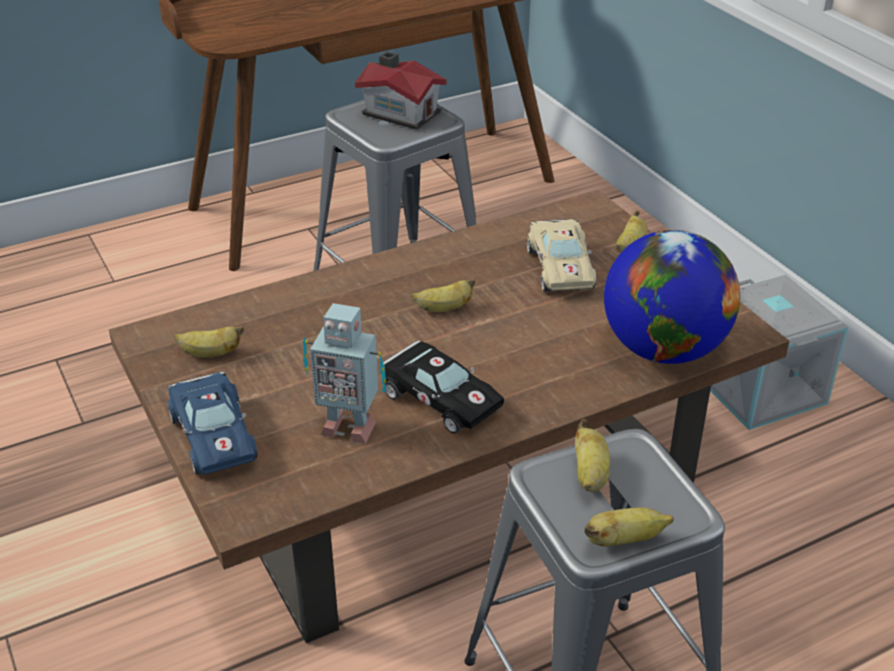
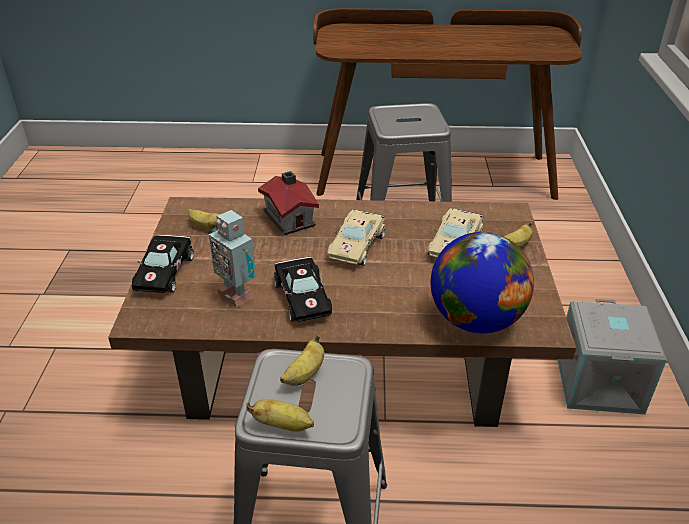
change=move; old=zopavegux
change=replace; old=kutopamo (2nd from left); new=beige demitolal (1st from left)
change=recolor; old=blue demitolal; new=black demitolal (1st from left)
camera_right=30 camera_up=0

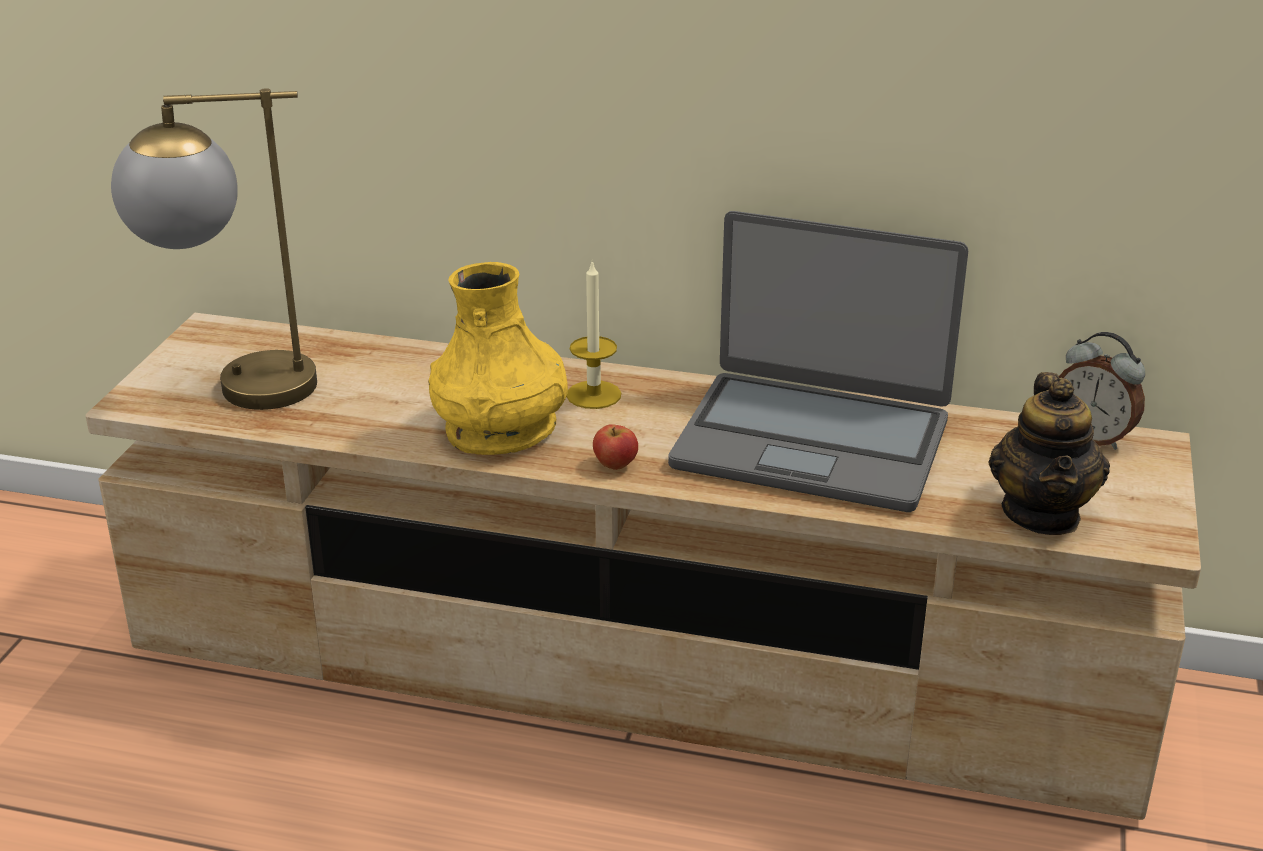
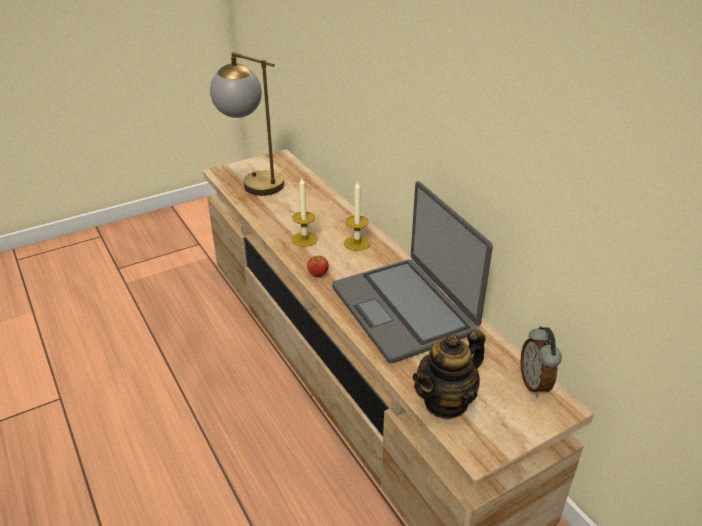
change=replace; old=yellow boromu; new=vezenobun (1st from left)
camera_right=45 camera_up=5

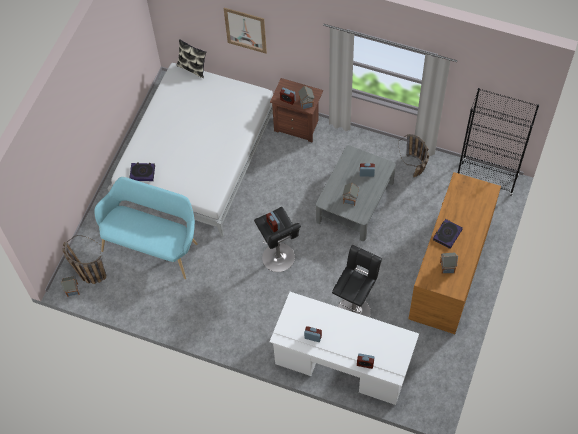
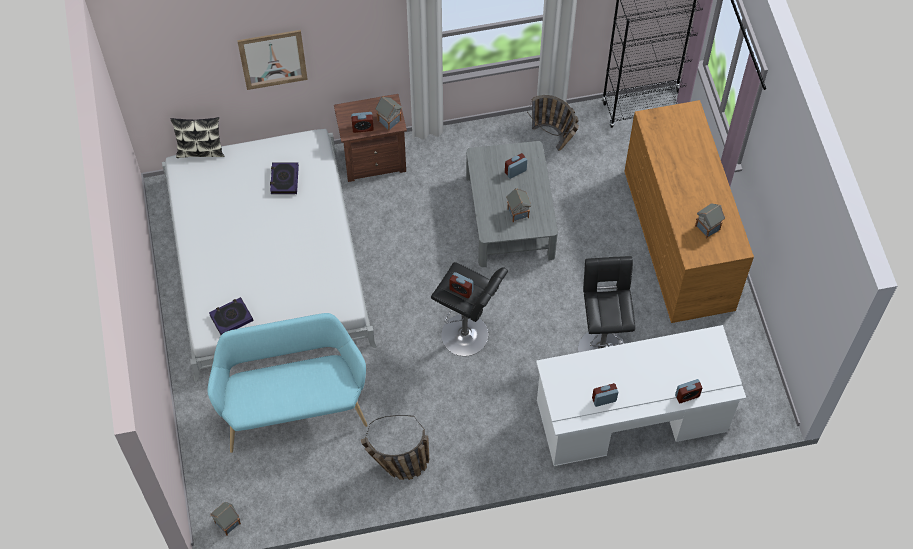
change=move; old=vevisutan (1st from left)
change=move; old=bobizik (2nd from left)
camera_right=-35 camera_up=0

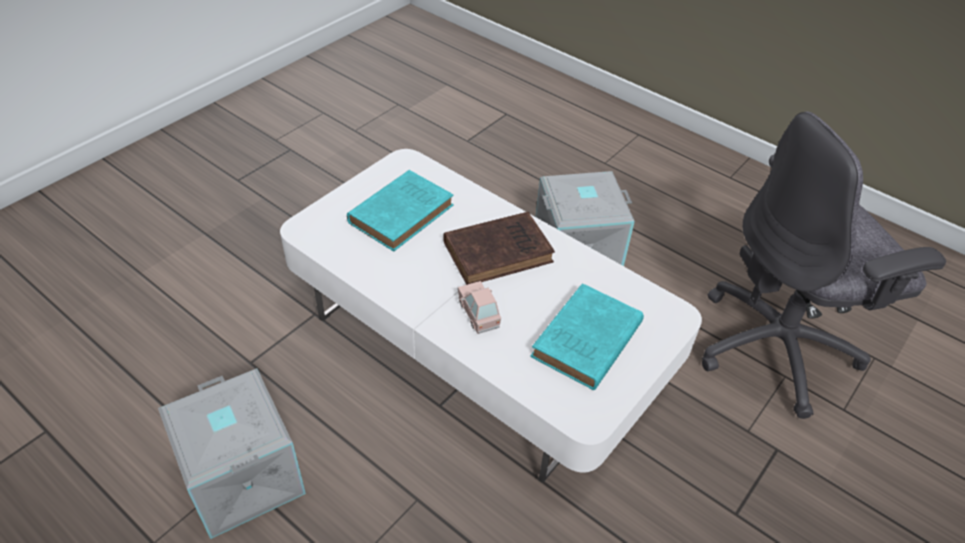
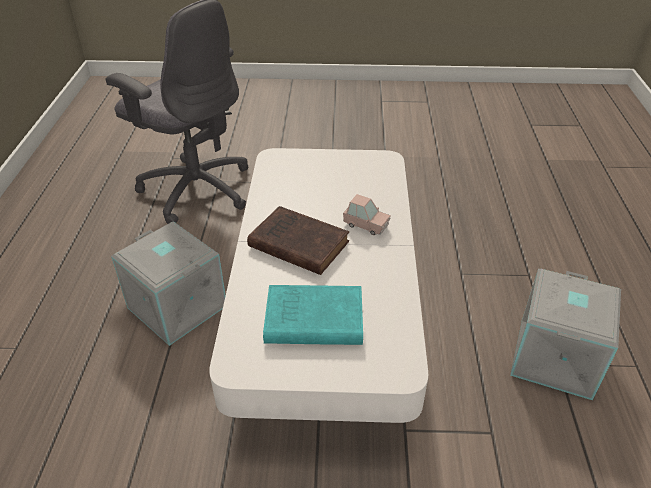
change=delete; old=turquoise bobizik (2nd from left)
change=rotate; old=pink demitolal; degrees=-90
camera_right=-125 camera_up=-5

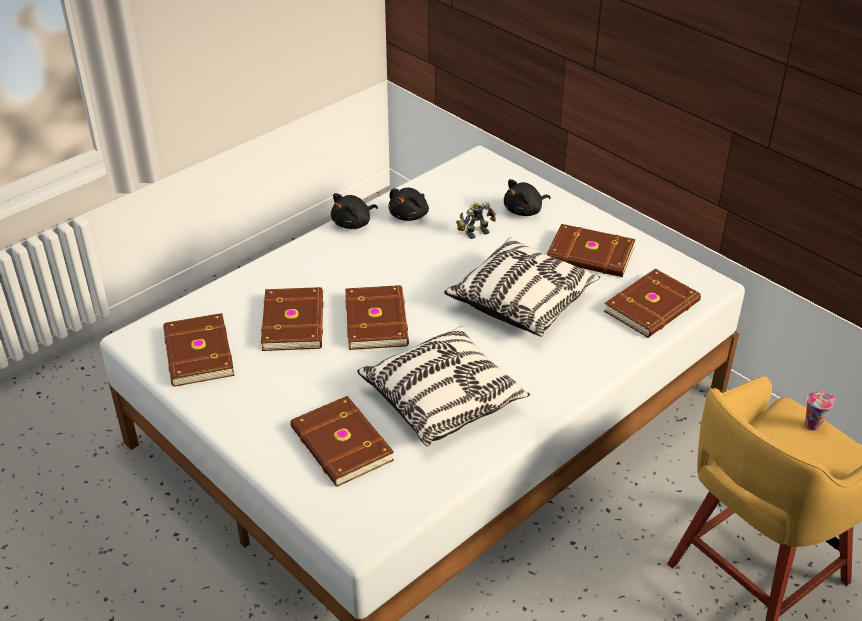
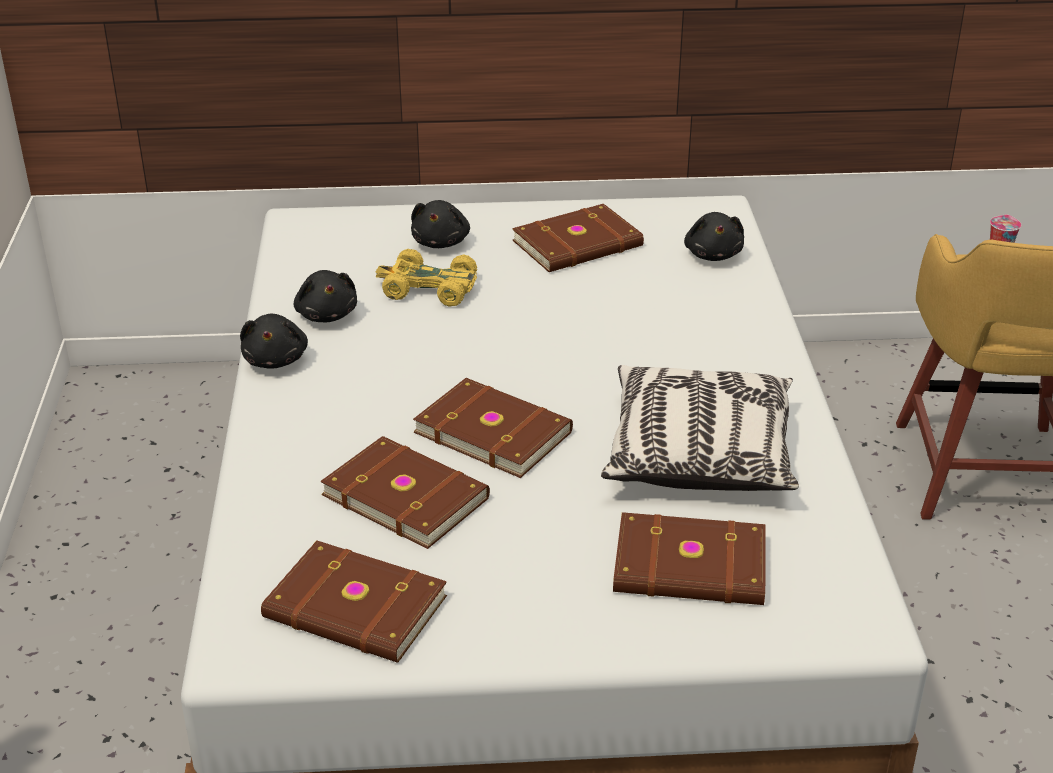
change=delete; old=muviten (2nd from left)
change=replace; old=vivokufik; new=yellow demitolal
change=replace; old=brown bobizik (6th from left); new=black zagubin (4th from left)
camera_right=-50 camera_up=-5

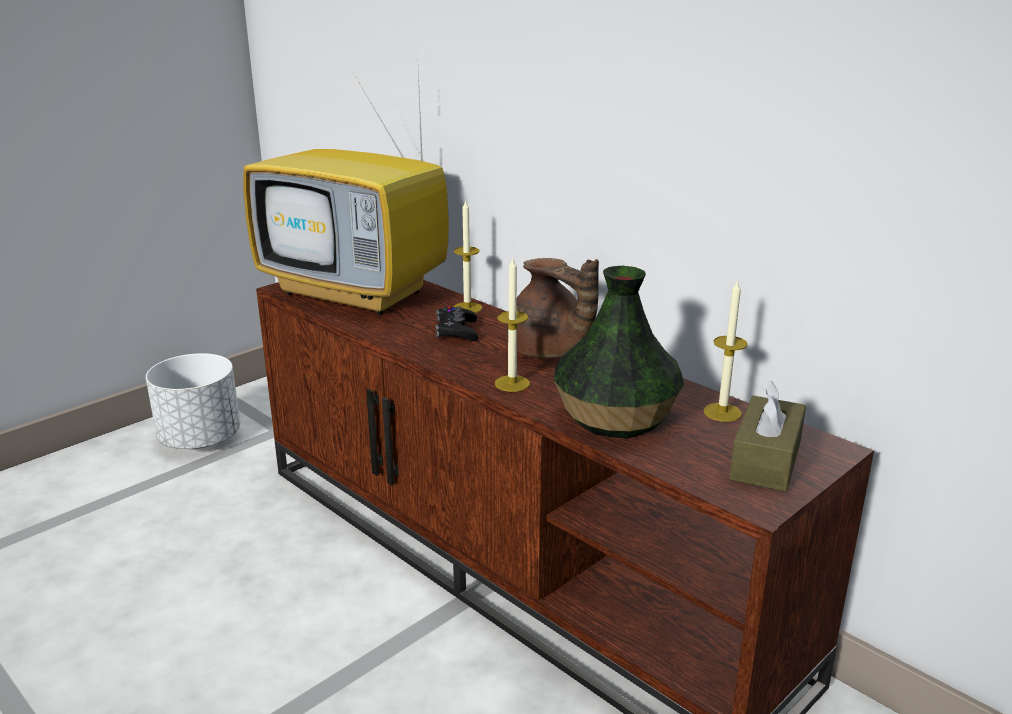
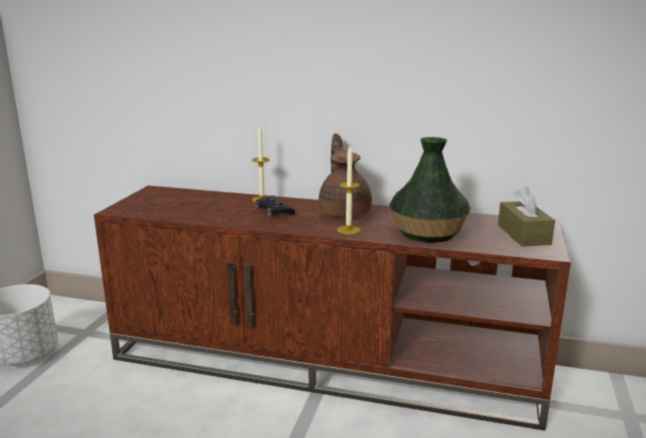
change=delete; old=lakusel
change=delete; old=vezenobun (3rd from left)
change=rotate; old=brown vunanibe; degrees=-120
camera_right=-30 camera_up=-5

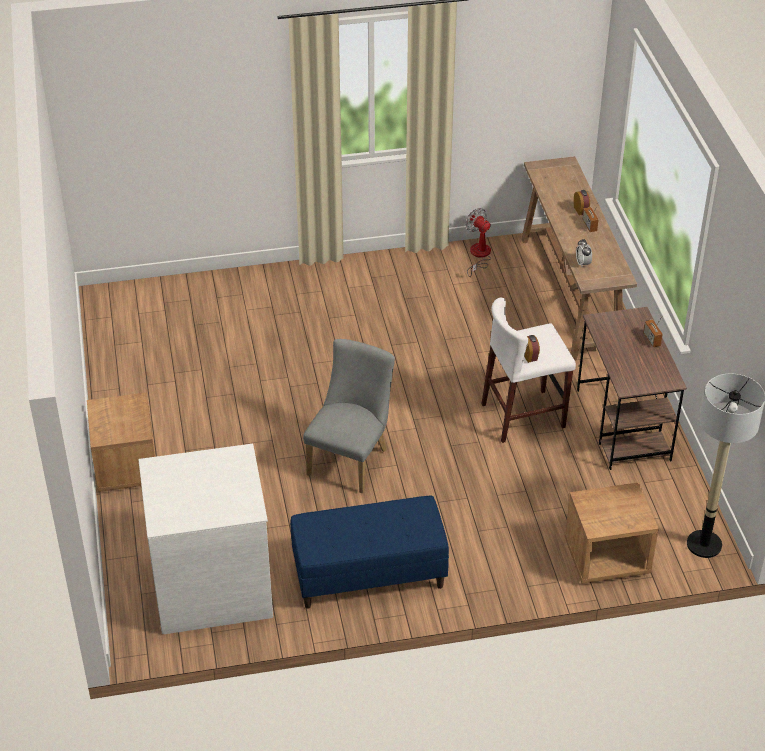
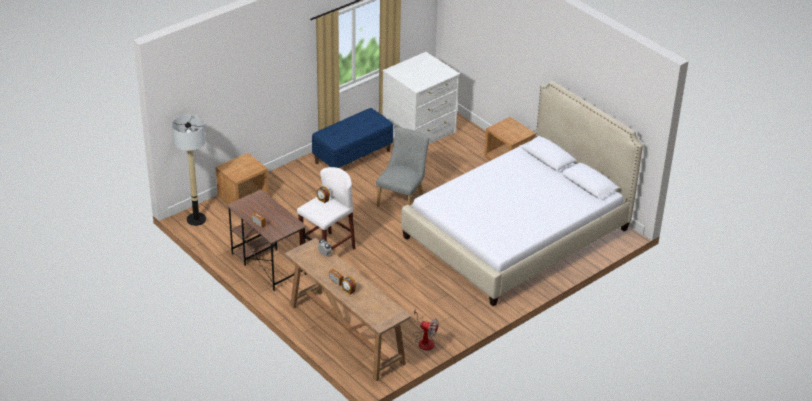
change=insert; new=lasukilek
change=rotate; old=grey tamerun; degrees=-150
camera_right=150 camera_up=-5

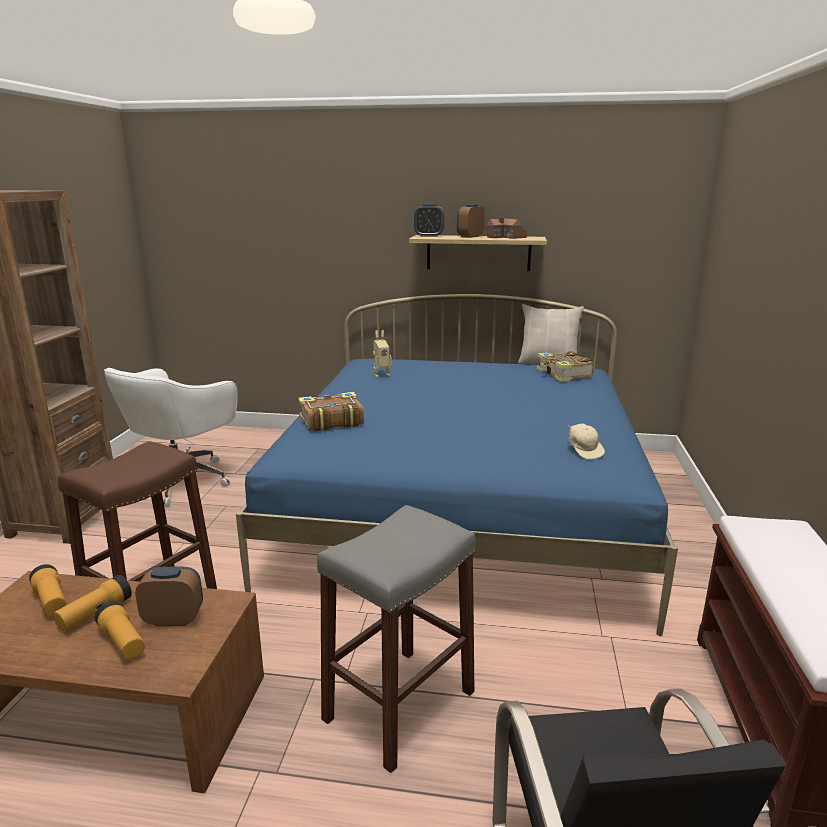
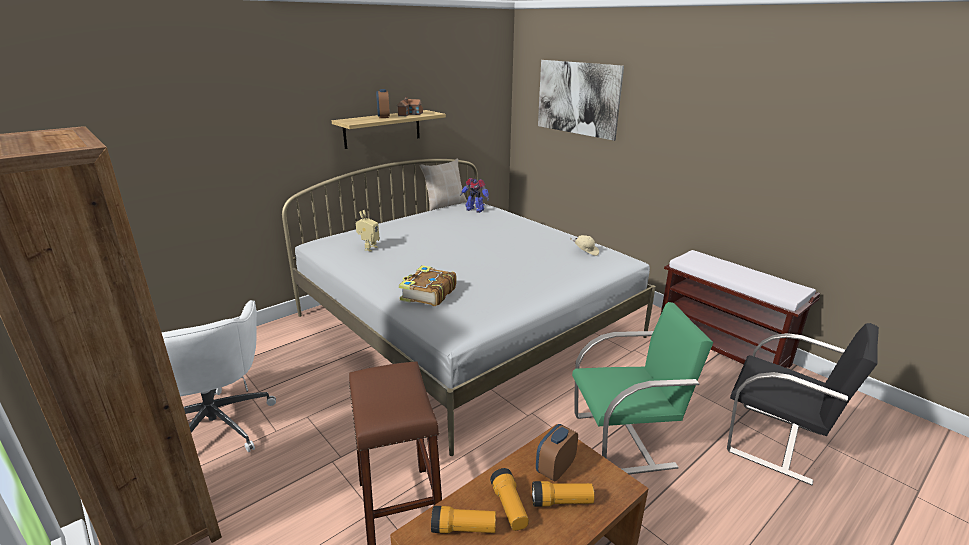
change=delete; old=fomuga (2nd from left)
change=insert; new=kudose
change=replace; old=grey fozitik; new=green tamerun
change=replace; old=bobizik (2nd from left); new=vivokufik (2nd from left)
change=recolor; old=blue lasukilek; new=white lasukilek
camera_right=-50 camera_up=5

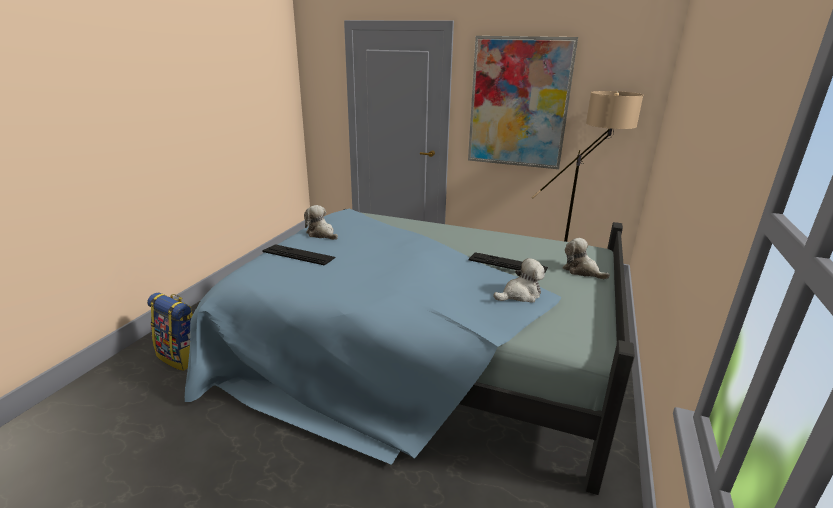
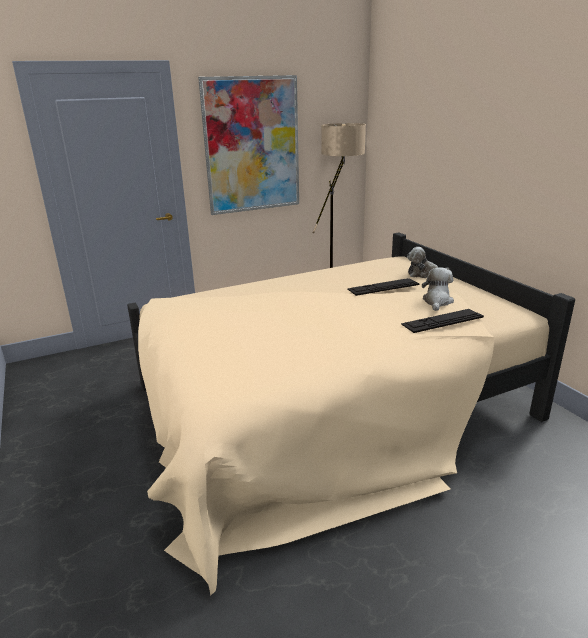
change=delete; old=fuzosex
change=delete; old=zagubin (1st from left)
change=move; old=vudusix (1st from left in the first image); new=vudusix (2nd from left)
change=recolor; old=blue lasukilek; new=beige lasukilek
camera_right=-45 camera_up=0

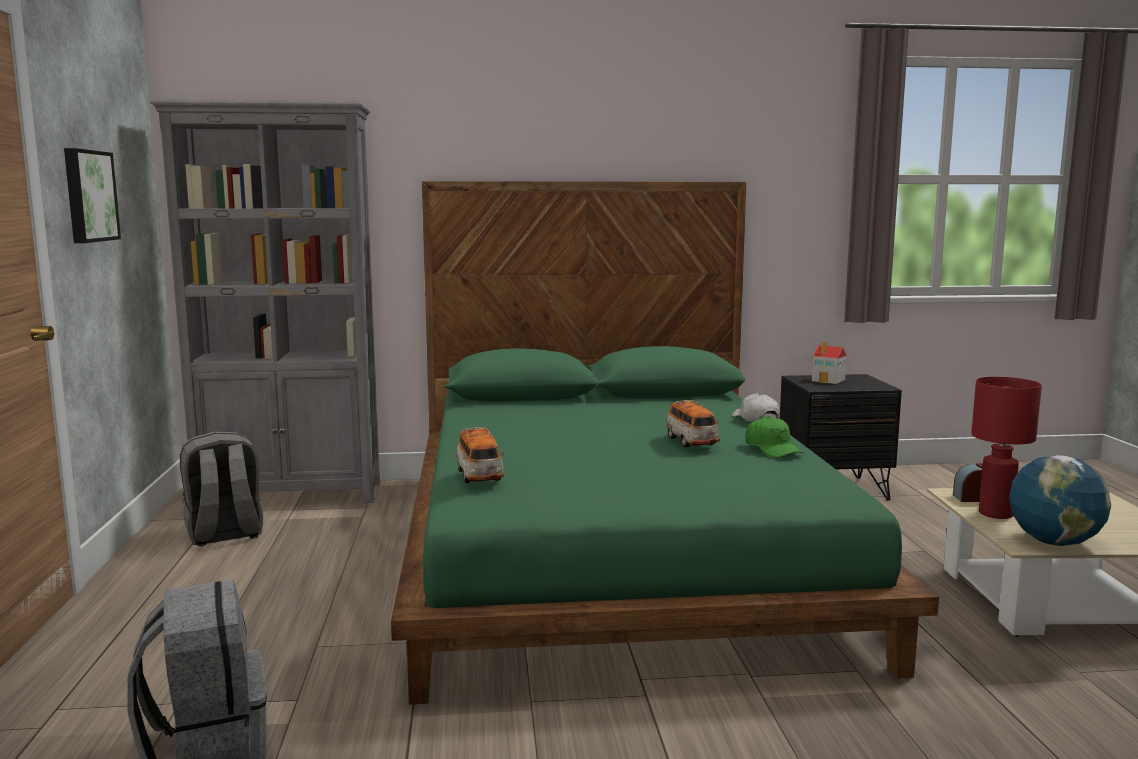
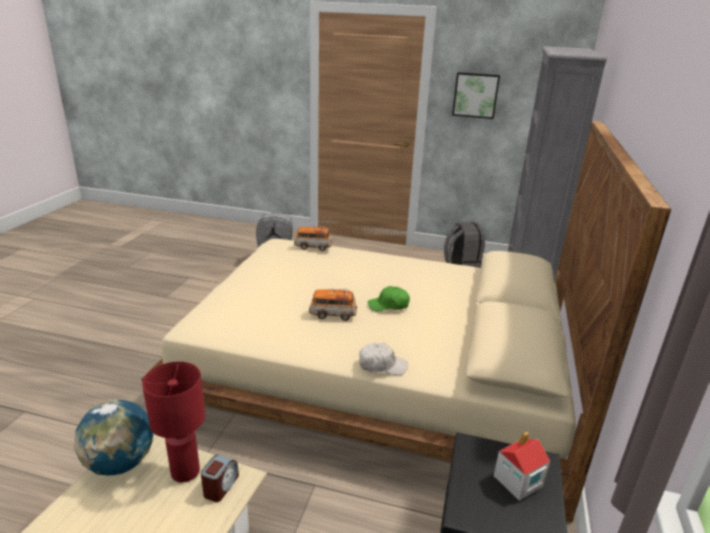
change=move; old=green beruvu
change=recolor; old=green lasukilek; new=beige lasukilek
camera_right=110 camera_up=15

